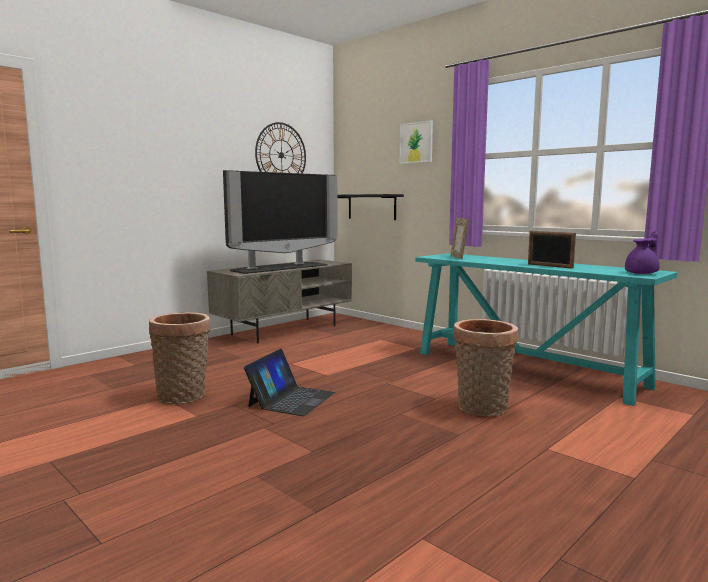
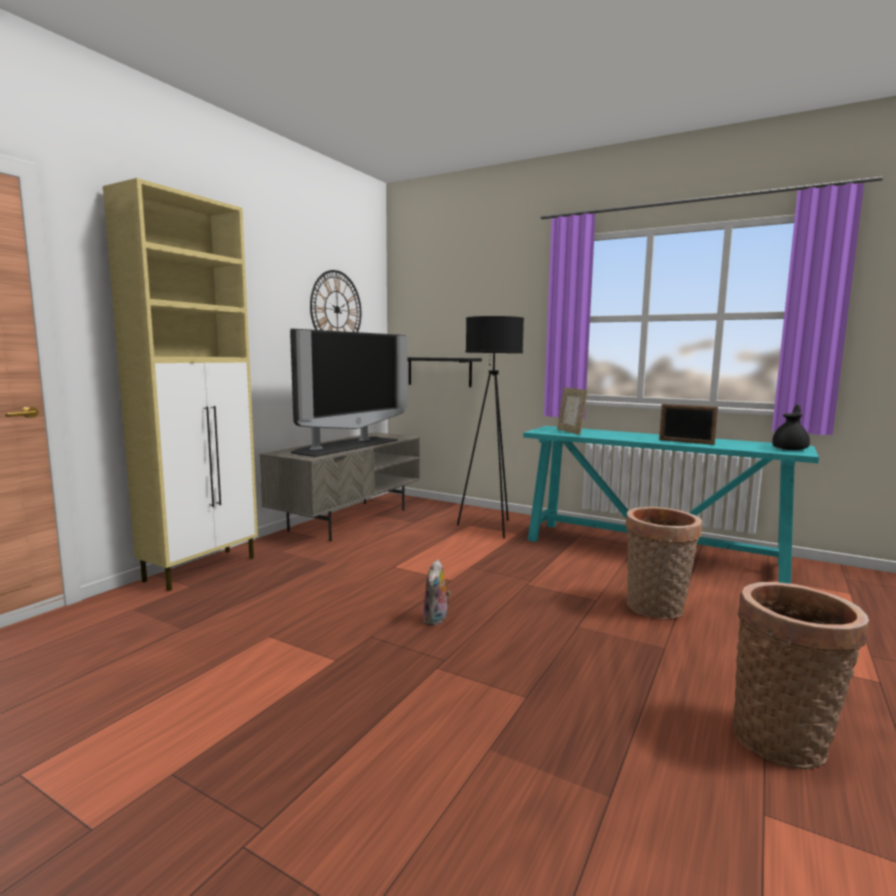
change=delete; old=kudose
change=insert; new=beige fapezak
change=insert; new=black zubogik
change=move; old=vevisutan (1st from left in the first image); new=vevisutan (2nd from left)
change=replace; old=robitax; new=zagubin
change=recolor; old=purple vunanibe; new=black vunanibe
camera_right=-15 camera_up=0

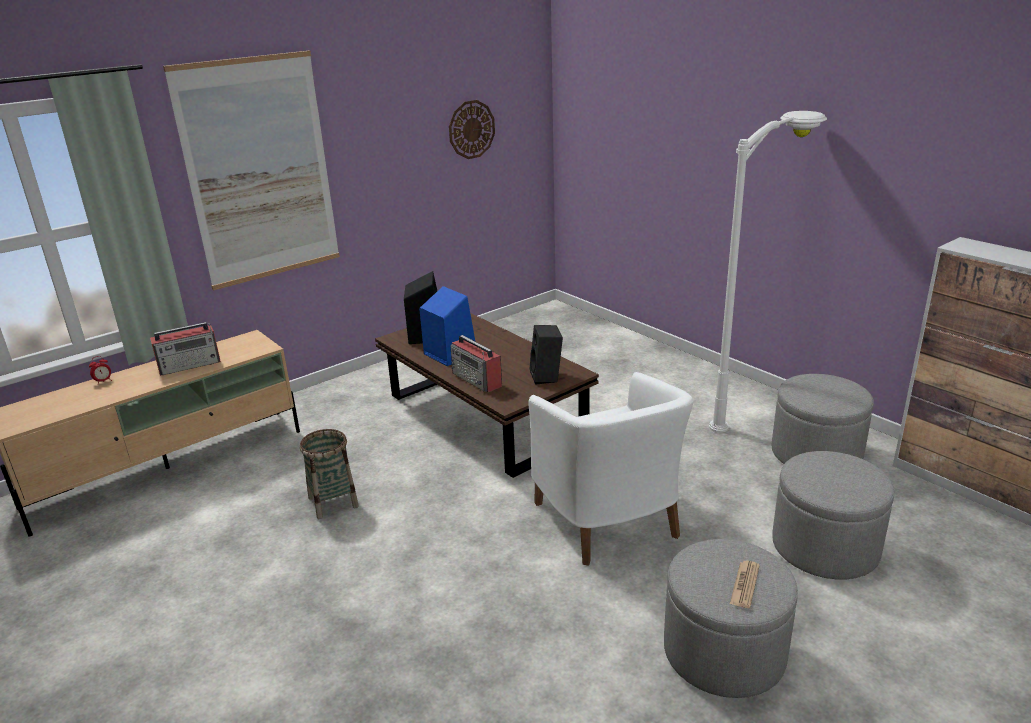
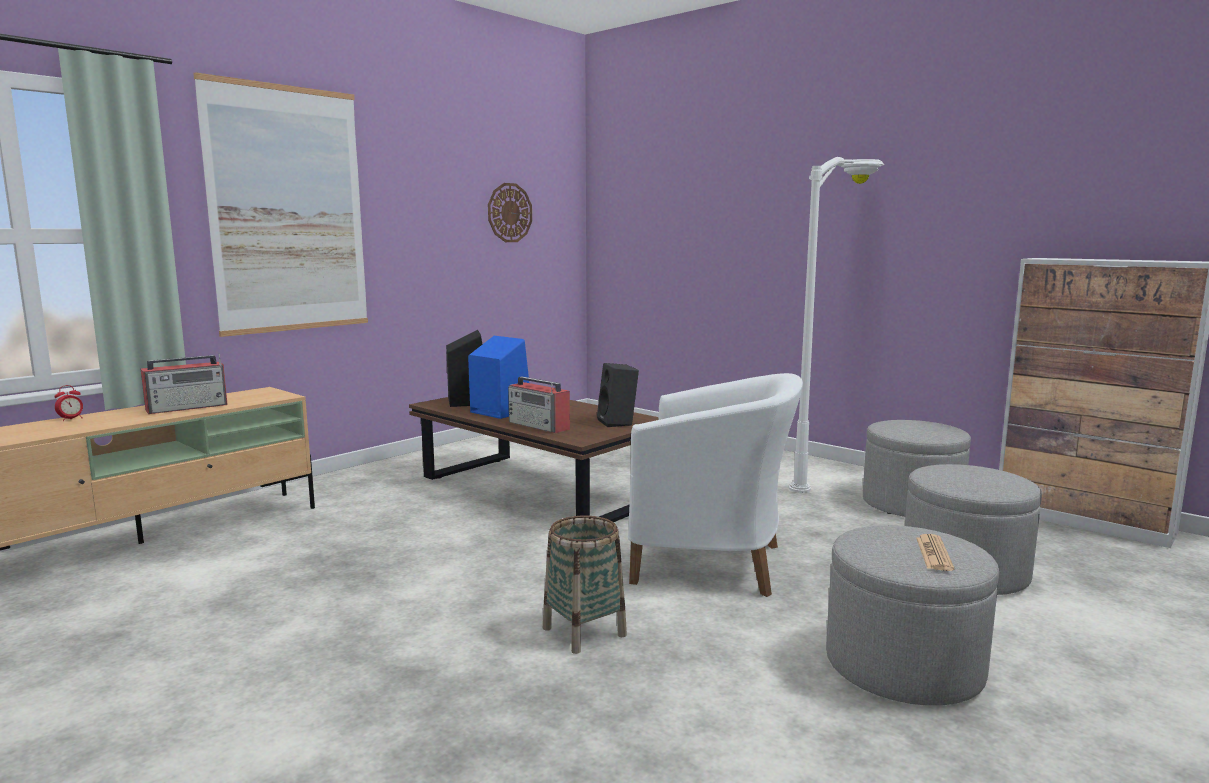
change=move; old=vevisutan
change=rotate; old=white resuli; degrees=-45
camera_right=-10 camera_up=-15

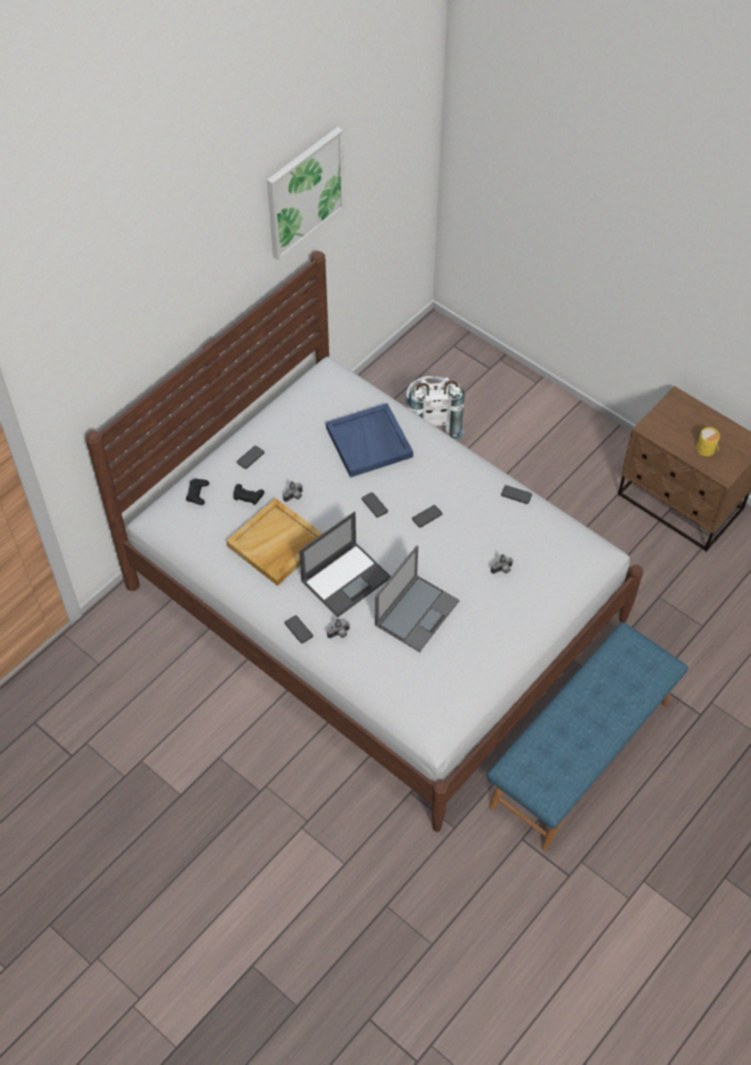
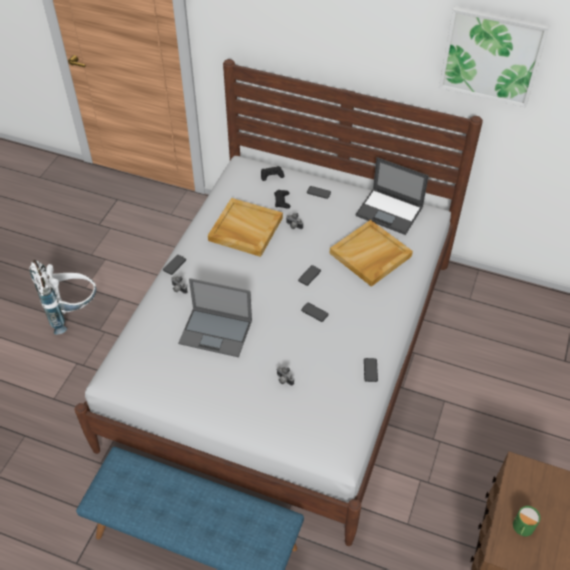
change=move; old=robitax (1st from left in the first image); new=robitax (2nd from left)
change=move; old=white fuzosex
change=recolor; old=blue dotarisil; new=beige dotarisil (2nd from left)
change=recolor; old=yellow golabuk; new=green golabuk
camera_right=70 camera_up=-5

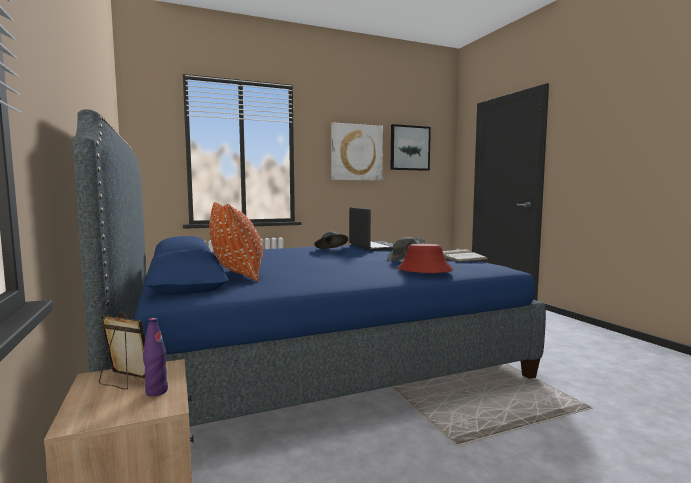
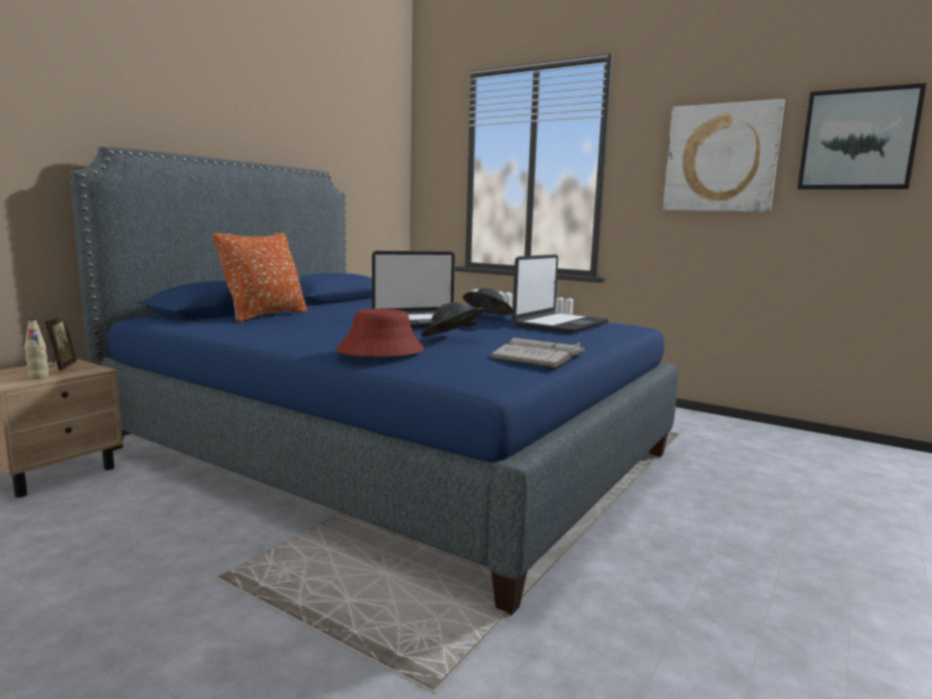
change=insert; new=robitax (1st from left)
change=recolor; old=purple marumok; new=beige marumok
camera_right=55 camera_up=5

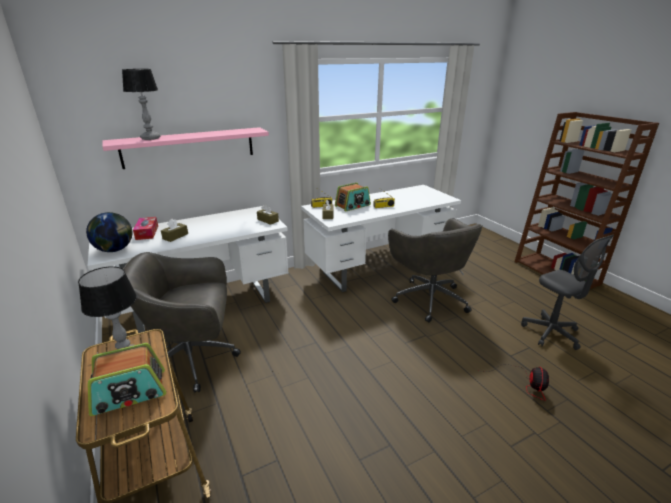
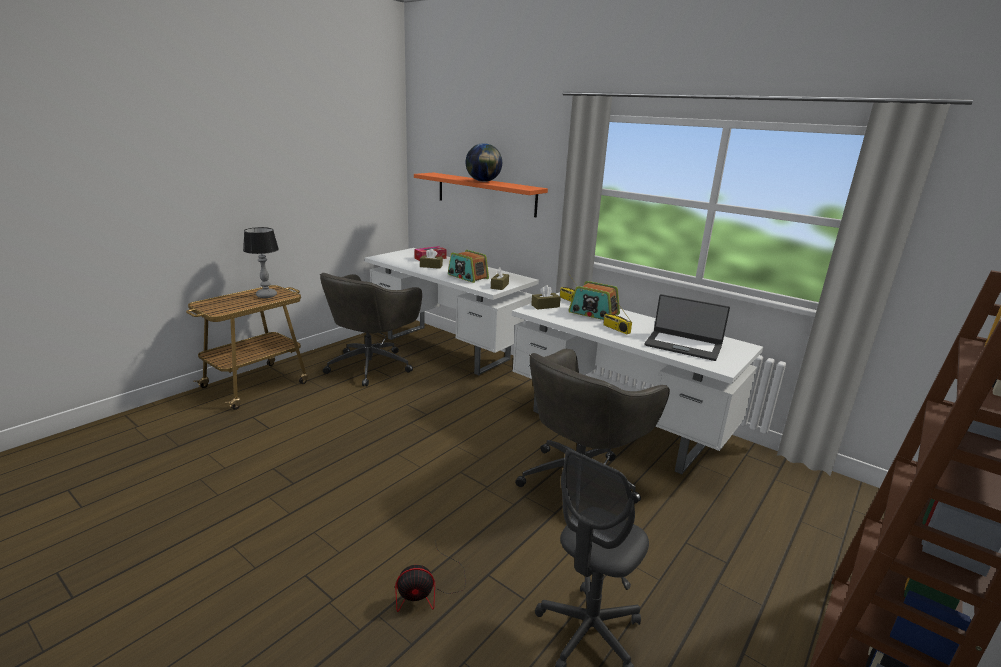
change=delete; old=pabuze (2nd from left)
change=insert; new=robitax
change=move; old=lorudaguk
change=move; old=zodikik (1st from left)
change=recolor; old=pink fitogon; new=orange fitogon
change=rotate; old=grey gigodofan (1st from left); degrees=-120
camera_right=65 camera_up=-5

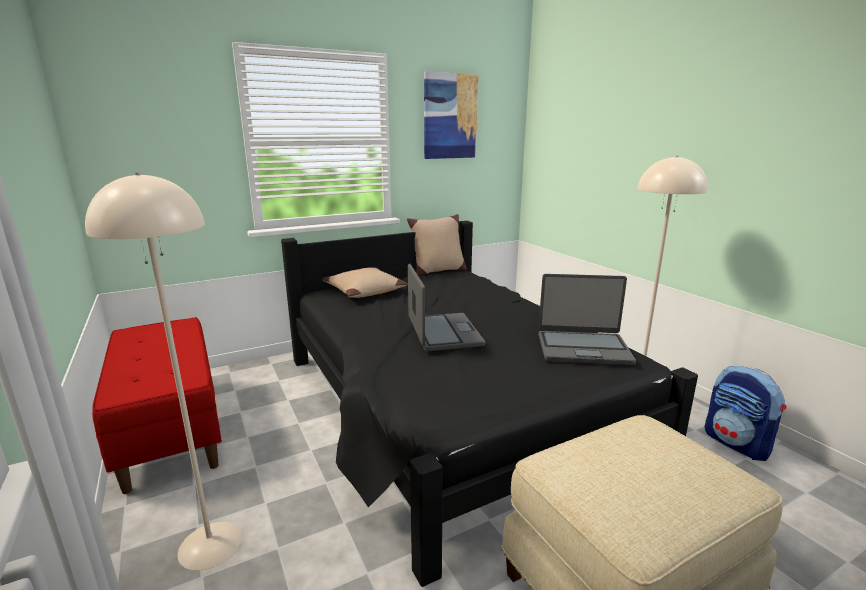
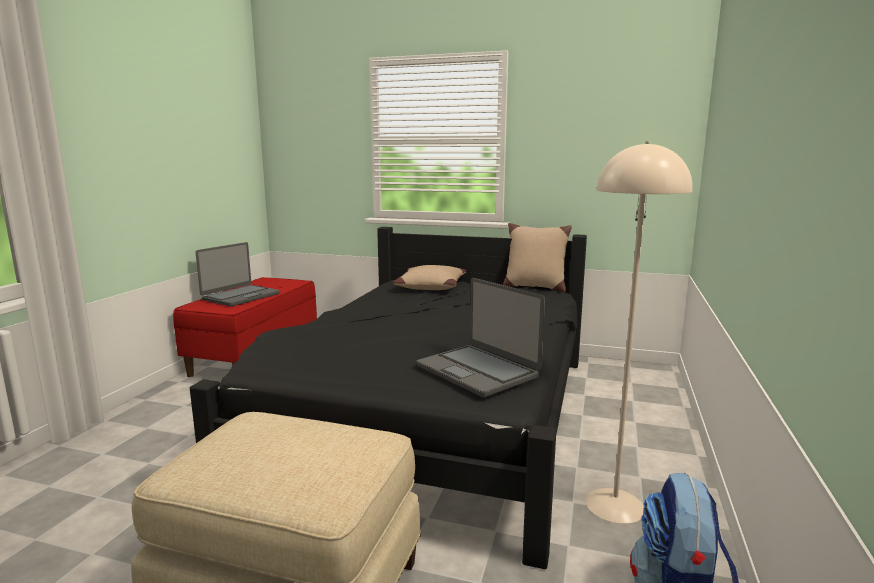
change=delete; old=beige zubogik (1st from left)
change=delete; old=kudose
change=move; old=robitax (1st from left)
camera_right=45 camera_up=-5

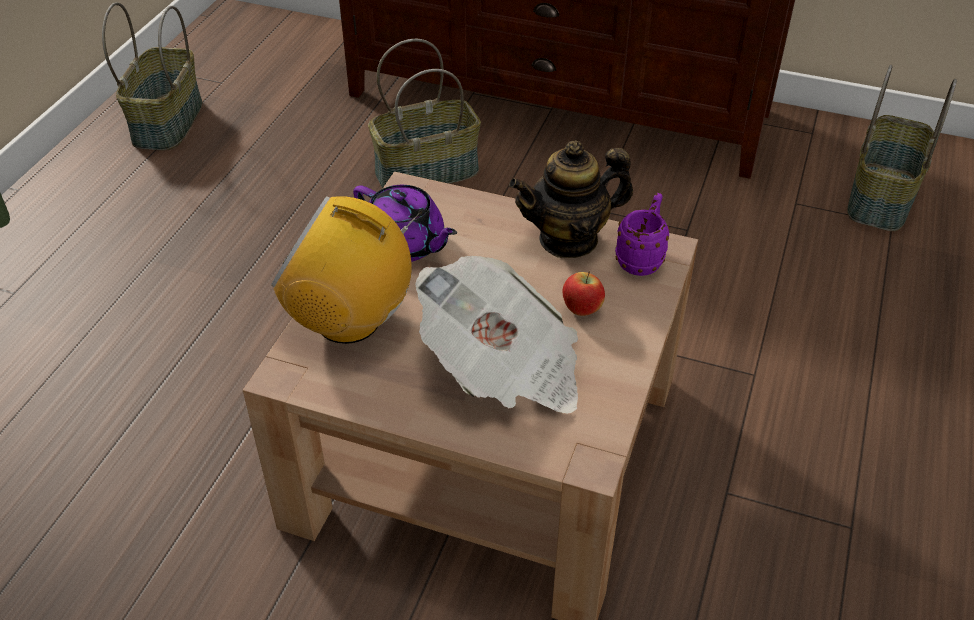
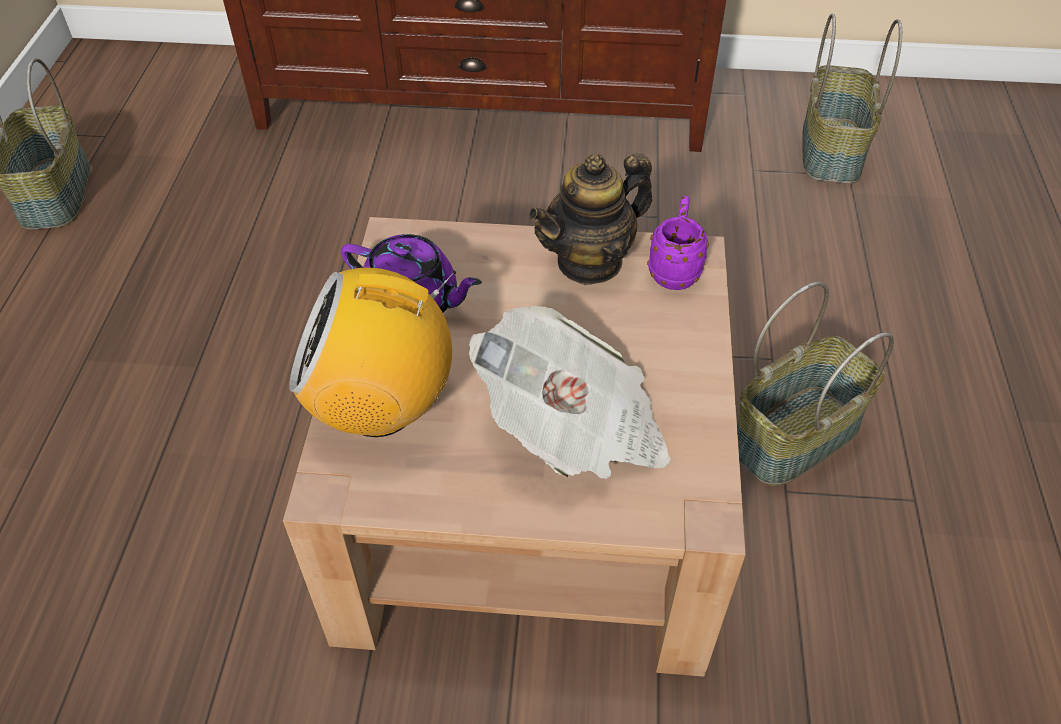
change=delete; old=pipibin
change=move; old=vevisutan (2nd from left)
camera_right=-15 camera_up=5

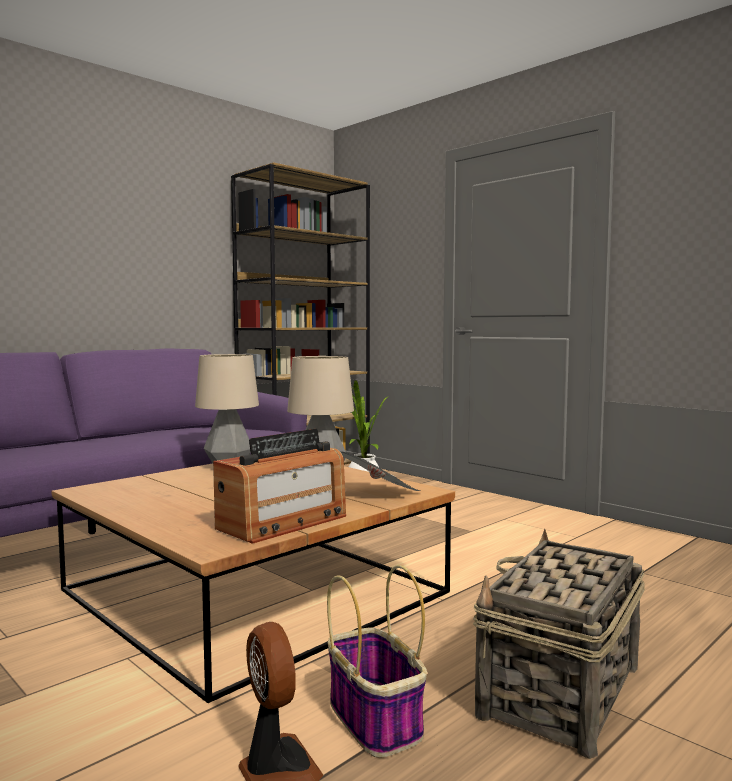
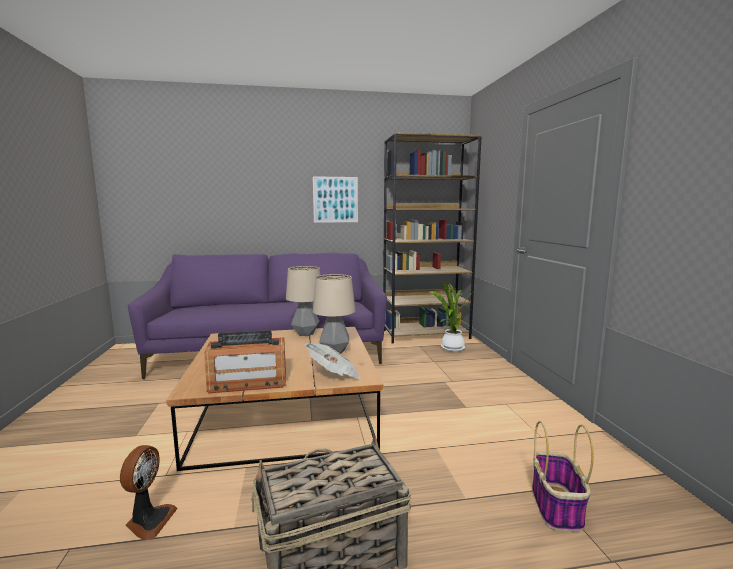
change=insert; new=kudose
change=move; old=vevisutan (1st from left in the first image); new=vevisutan (2nd from left)
camera_right=35 camera_up=5

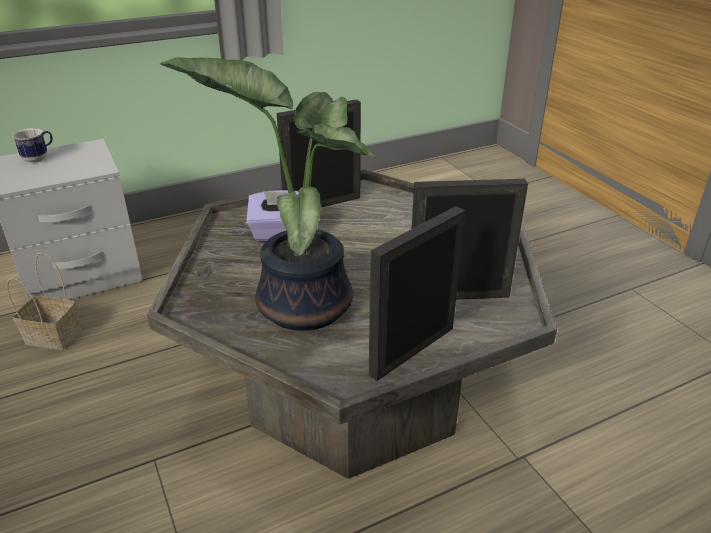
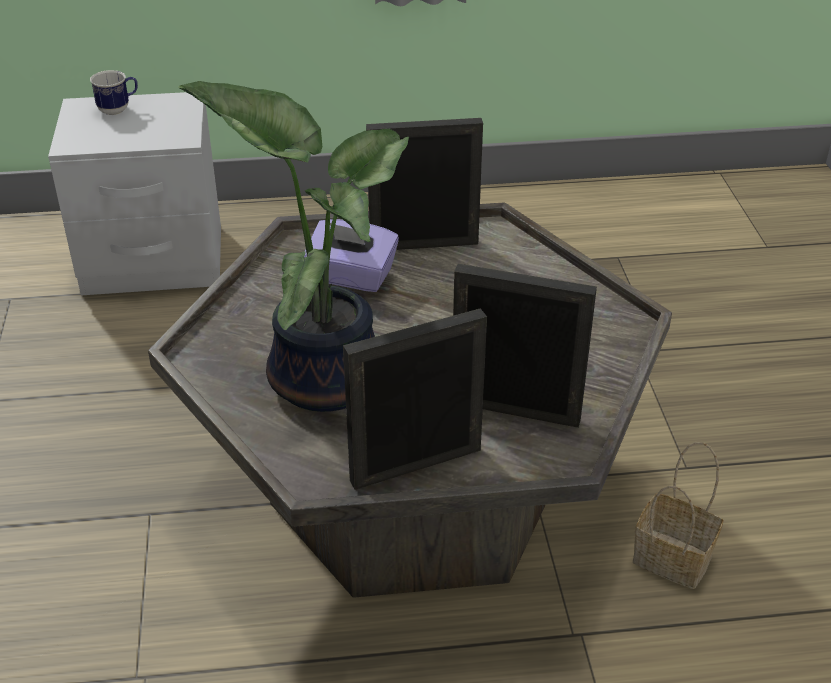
change=move; old=vevisutan
camera_right=20 camera_up=5

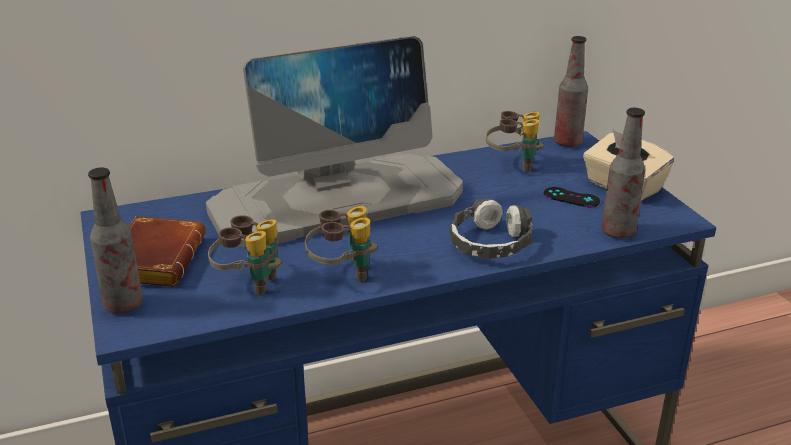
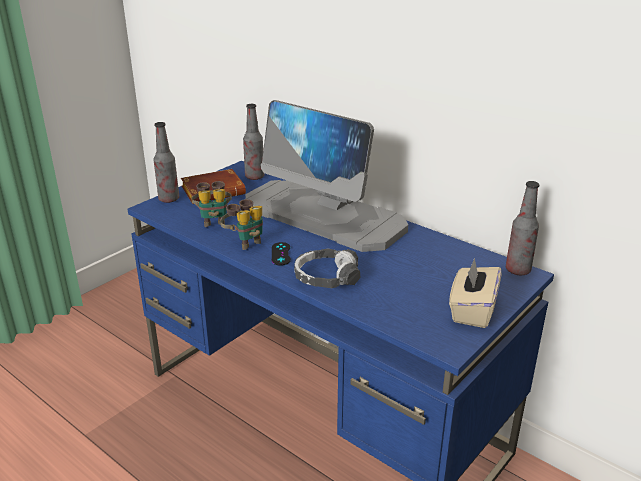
change=delete; old=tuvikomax (3rd from left)
change=move; old=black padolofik
change=move; old=marumok (3rd from left in the first image); new=marumok (2nd from left)
camera_right=60 camera_up=0

